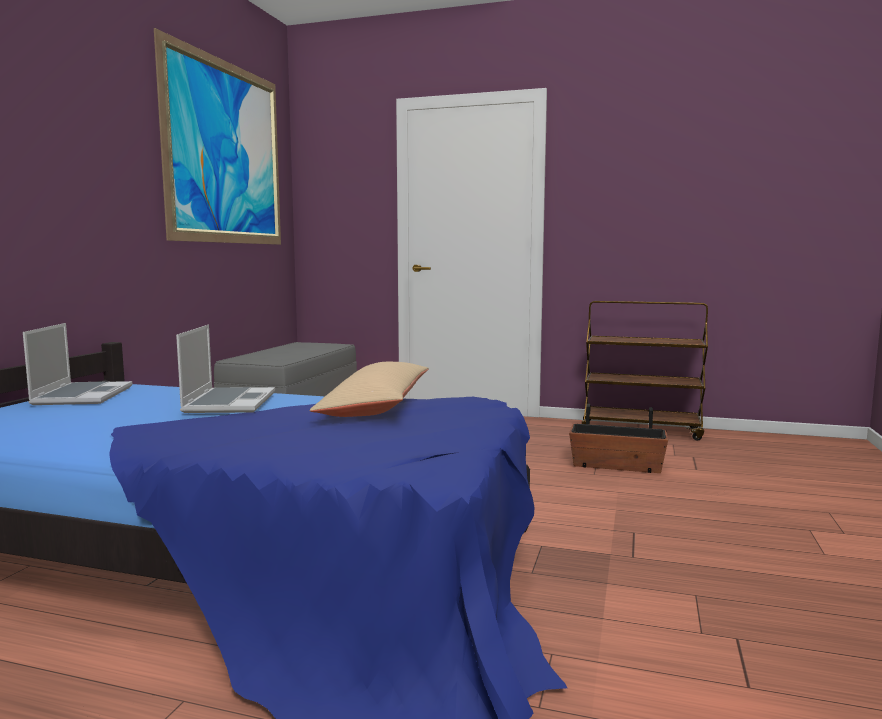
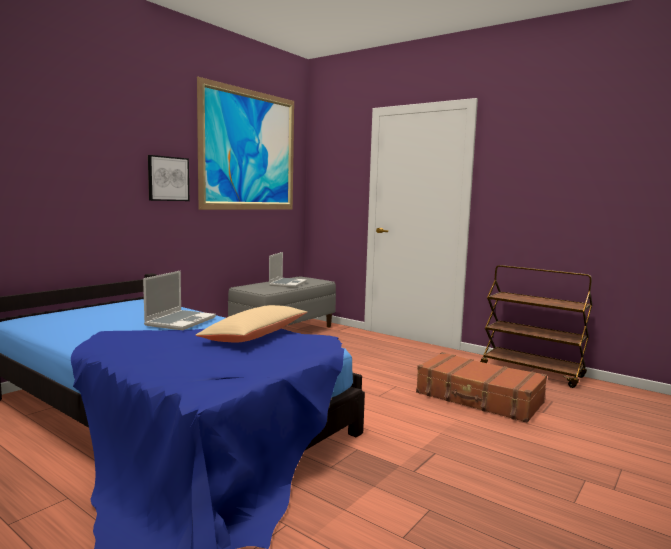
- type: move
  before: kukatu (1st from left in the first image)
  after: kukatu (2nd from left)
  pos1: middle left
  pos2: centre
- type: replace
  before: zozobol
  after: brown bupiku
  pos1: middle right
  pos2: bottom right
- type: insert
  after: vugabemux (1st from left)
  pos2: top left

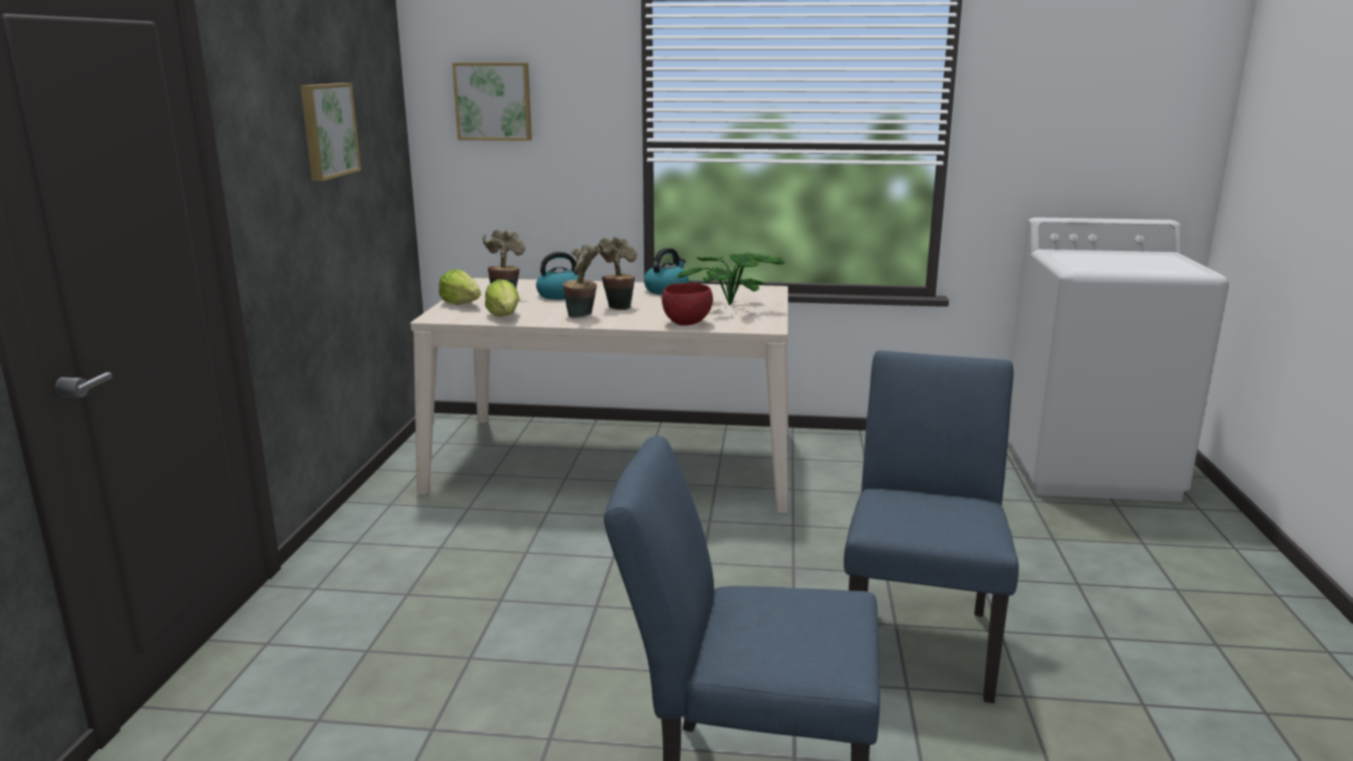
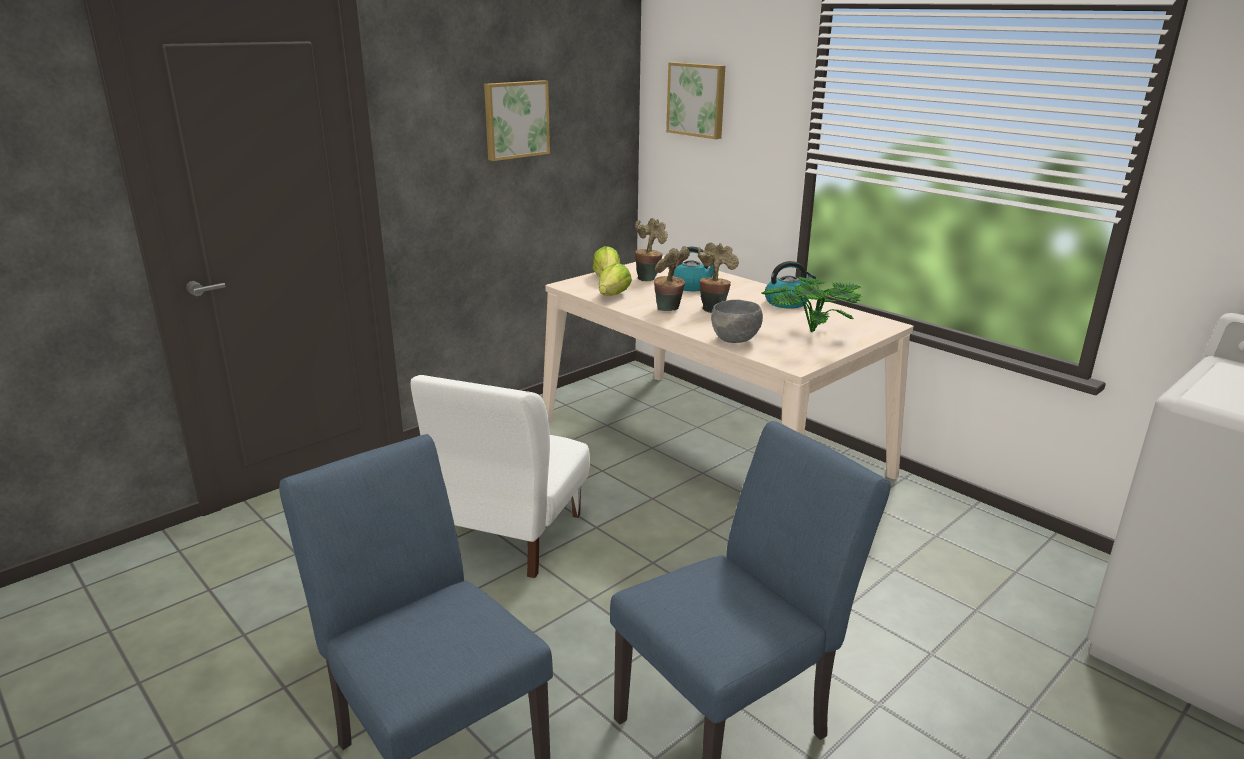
- type: recolor
  before: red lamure
  after: grey lamure
  pos1: centre
  pos2: centre
- type: insert
  after: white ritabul
  pos2: centre

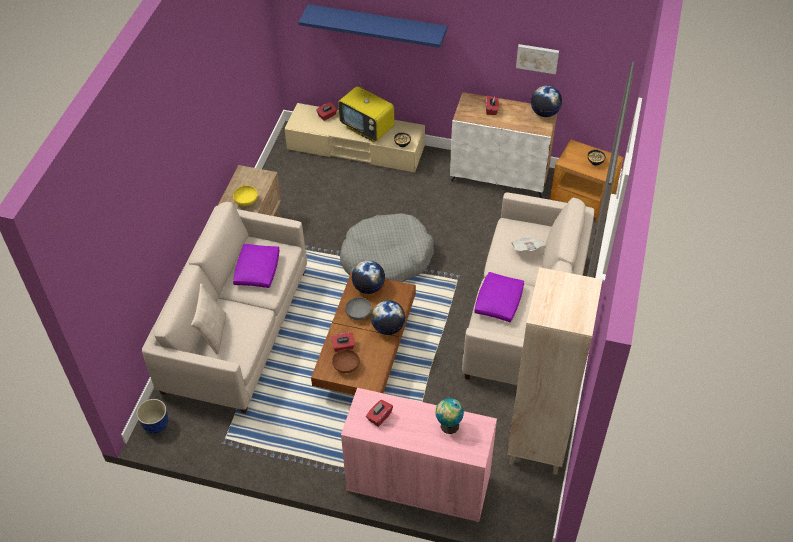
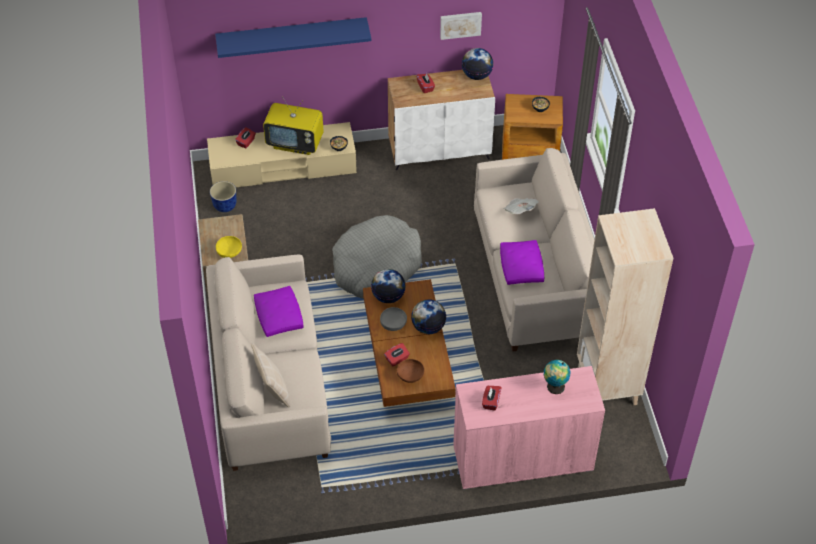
- type: move
  before: zozobol
  pos1: bottom left
  pos2: middle left

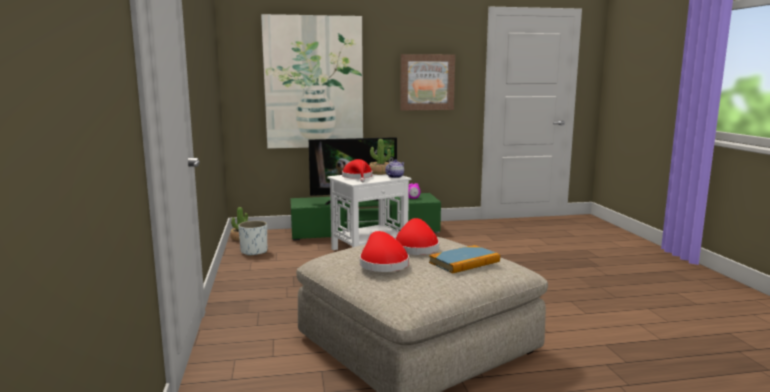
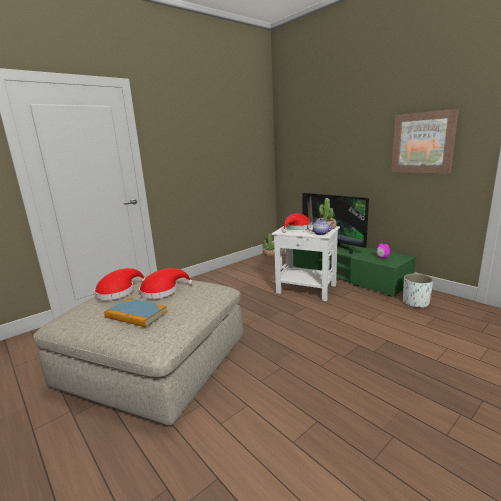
- type: delete
  before: vugabemux (1st from left)
  pos1: top centre
- type: move
  before: white zozobol
  pos1: middle left
  pos2: middle right

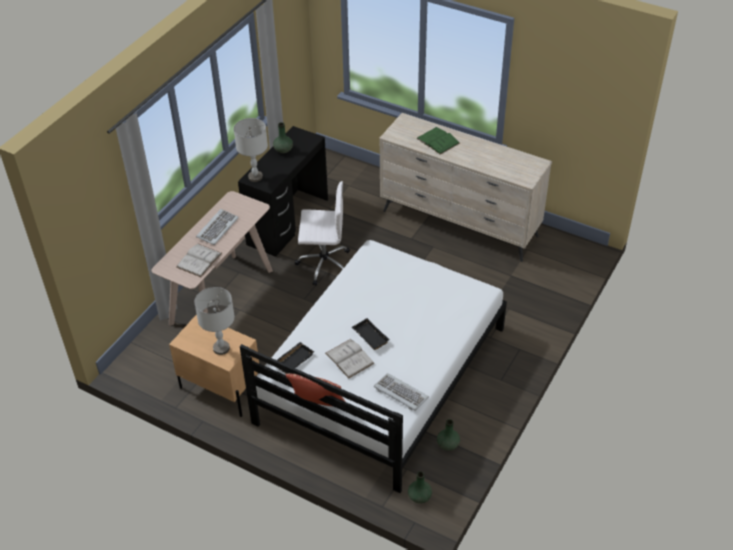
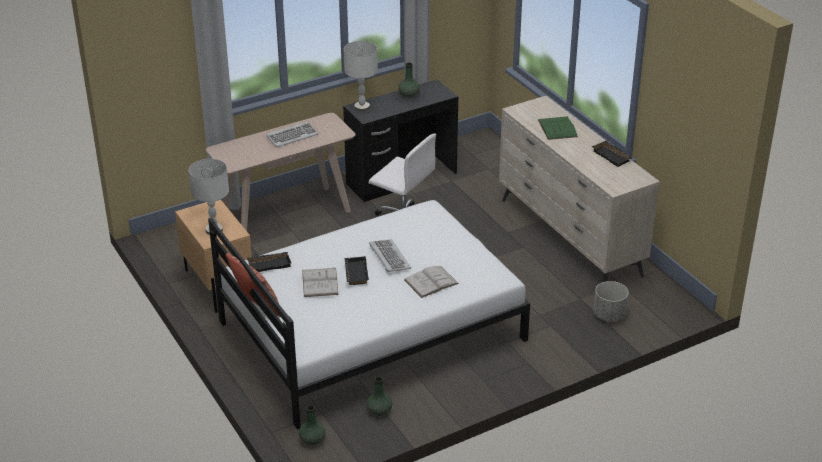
- type: move
  before: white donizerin (1st from left in the first image)
  after: white donizerin (2nd from left)
  pos1: middle left
  pos2: centre
- type: move
  before: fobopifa (2nd from left)
  pos1: bottom centre
  pos2: centre
- type: insert
  after: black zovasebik (3rd from left)
  pos2: middle right
- type: insert
  after: grey zozobol
  pos2: middle right

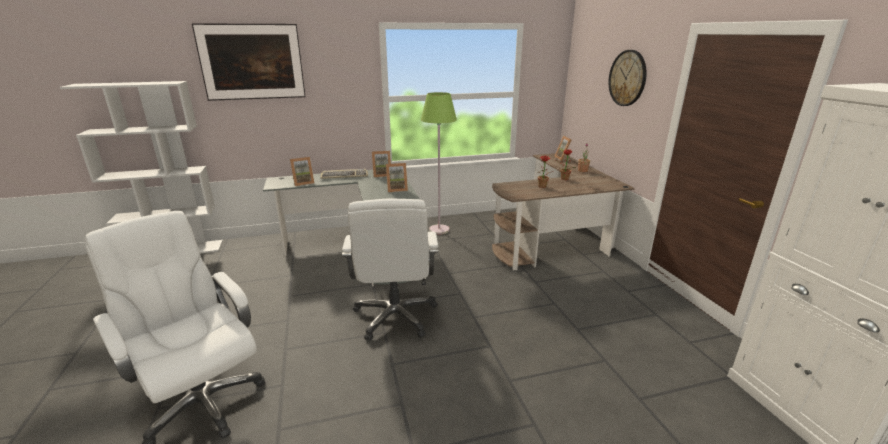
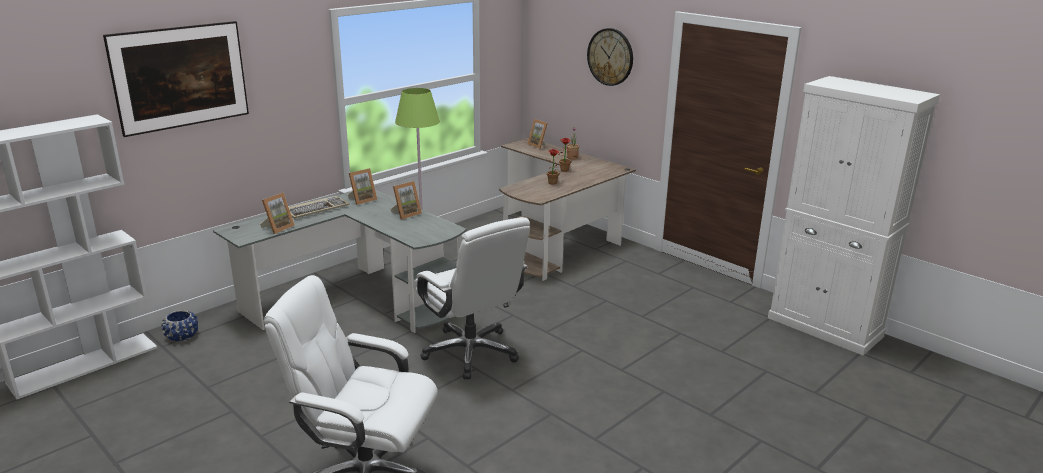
- type: insert
  after: blue zozobol
  pos2: bottom left

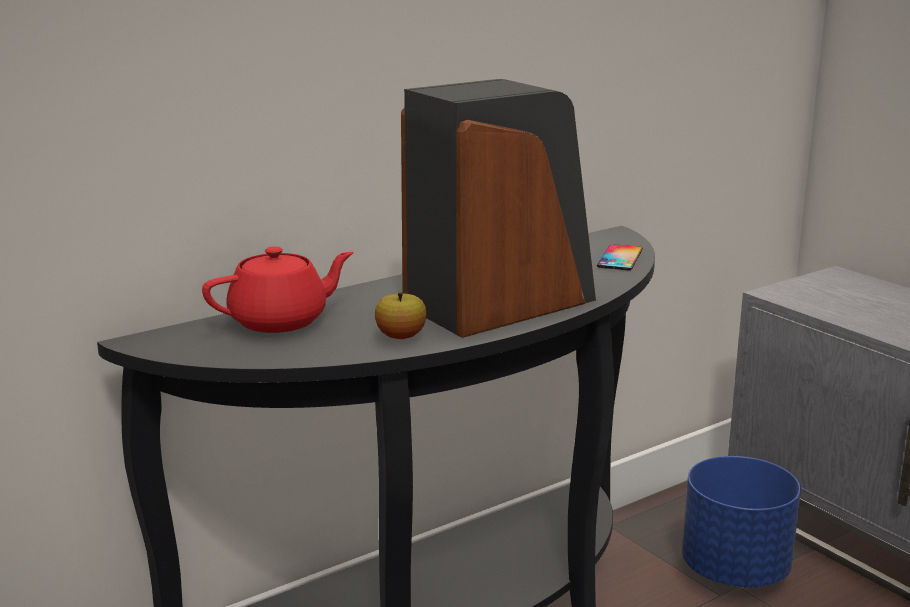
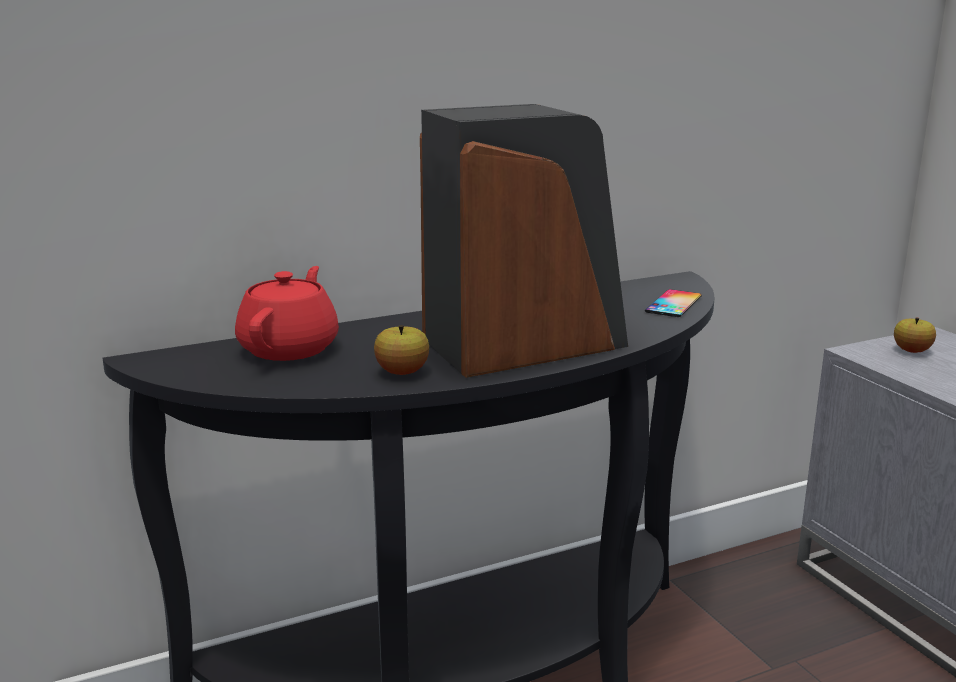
- type: rotate
  before: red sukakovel
  pos1: middle left
  pos2: middle left
  turn: -60
- type: delete
  before: blue zozobol
  pos1: bottom right
- type: insert
  after: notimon (2nd from left)
  pos2: middle right

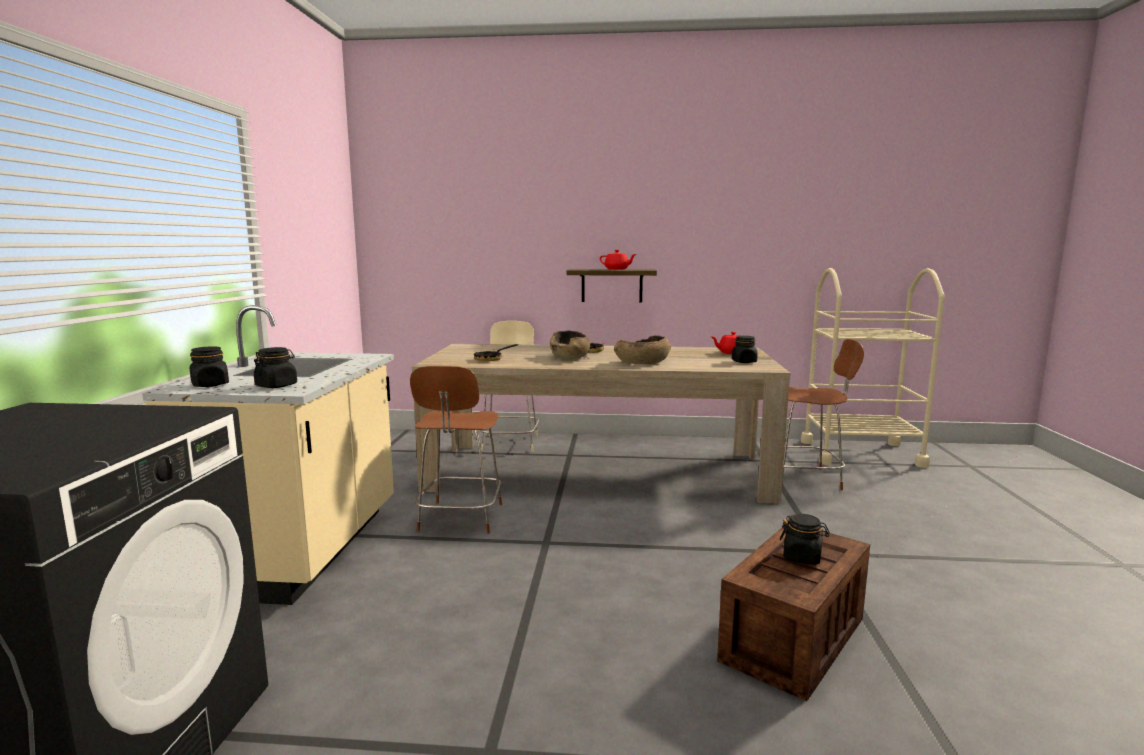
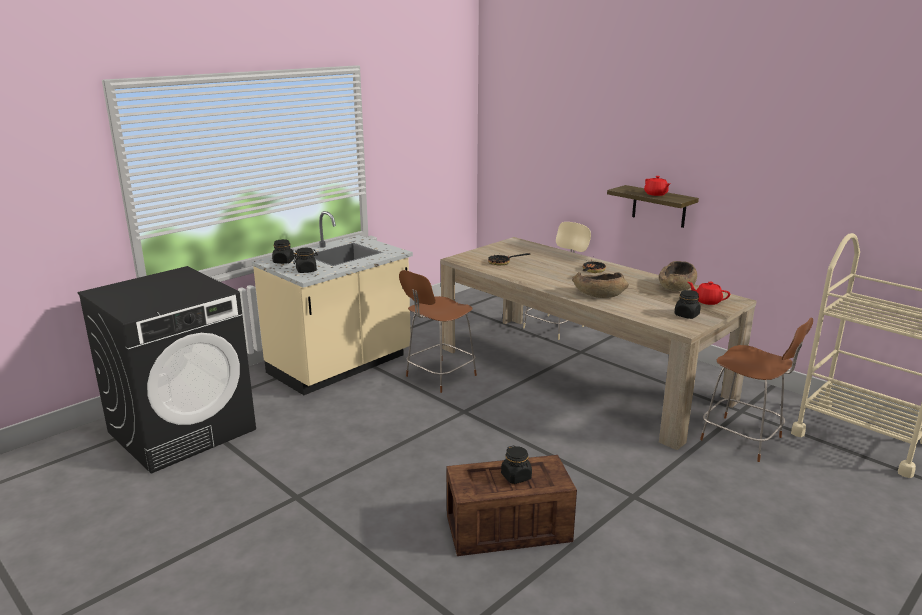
- type: move
  before: brown lamure (1st from left in the first image)
  after: brown lamure (2nd from left)
  pos1: centre
  pos2: middle right

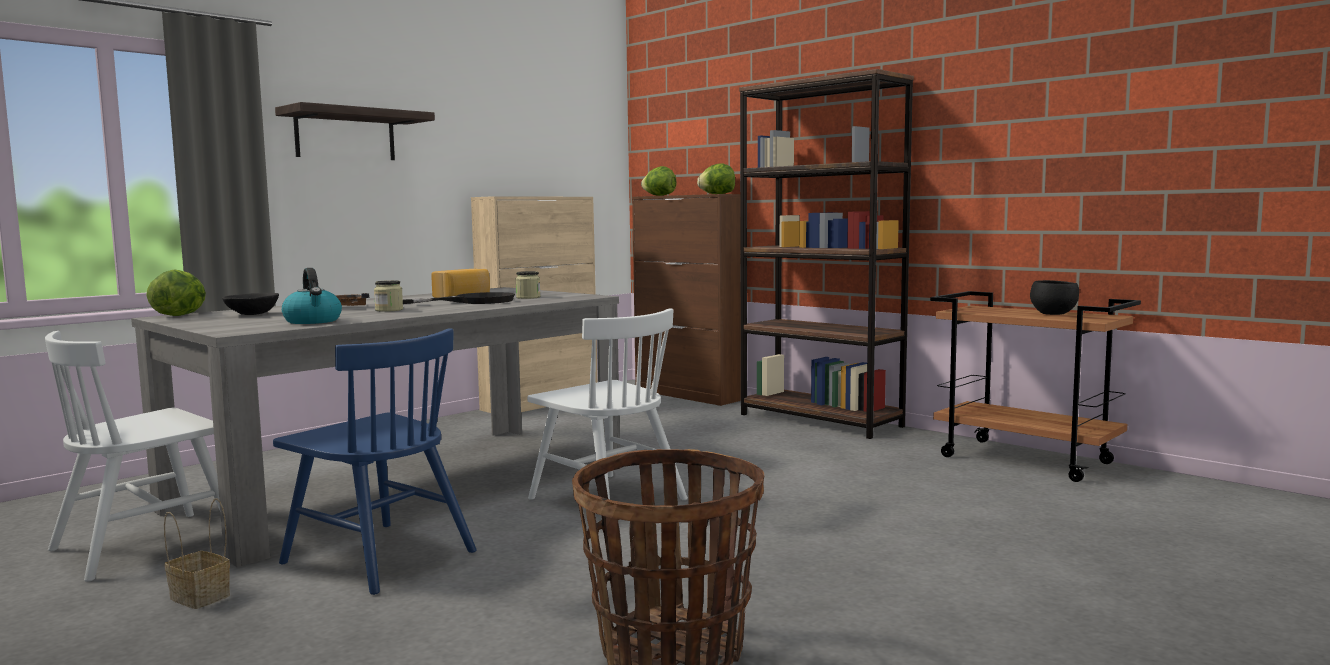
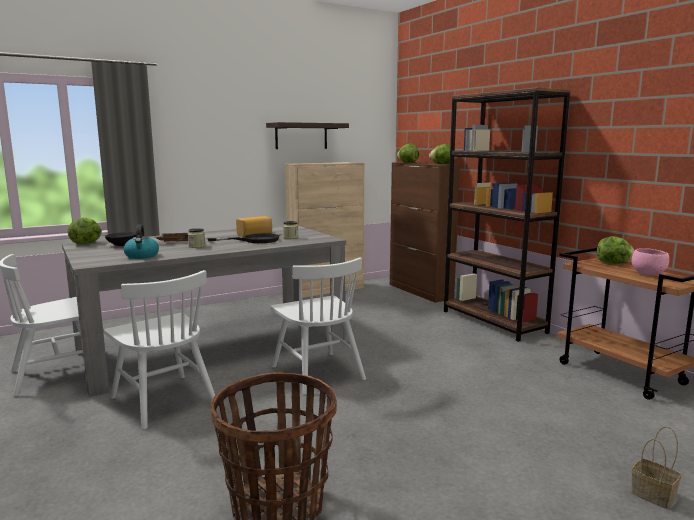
- type: move
  before: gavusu
  pos1: top left
  pos2: top centre
- type: recolor
  before: black lamure (2nd from left)
  after: pink lamure
  pos1: middle right
  pos2: middle right
- type: recolor
  before: blue ritabul
  after: white ritabul (2nd from left)
  pos1: bottom left
  pos2: bottom left
- type: move
  before: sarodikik (1st from left in the first image)
  after: sarodikik (2nd from left)
  pos1: bottom left
  pos2: bottom right
- type: insert
  after: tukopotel (4th from left)
  pos2: middle right

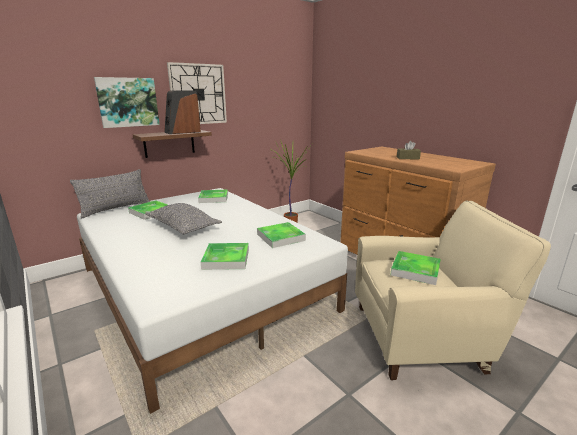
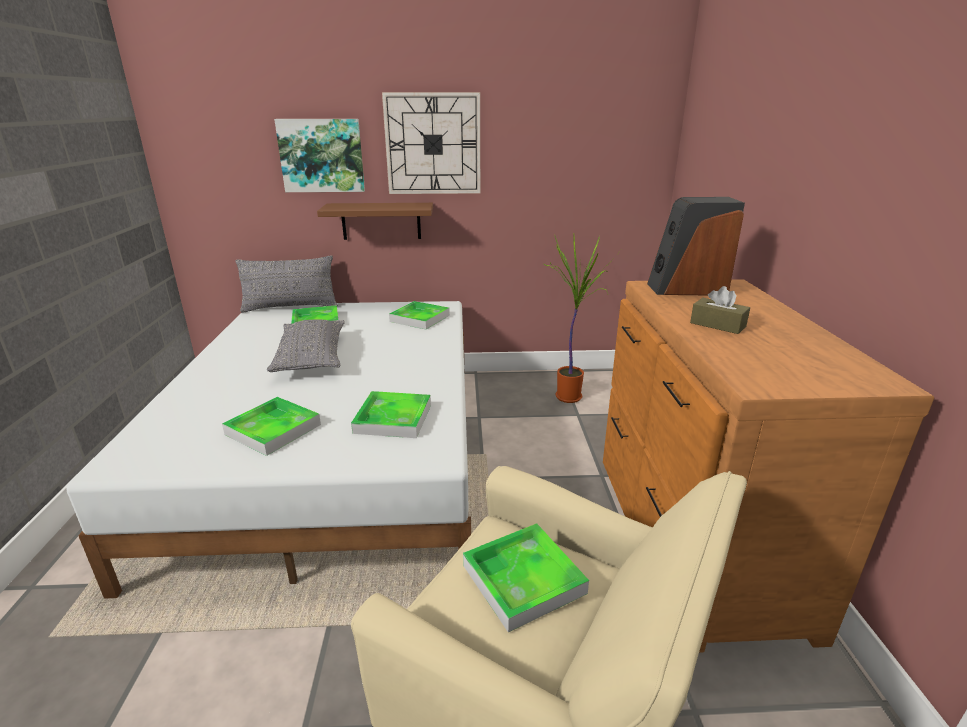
- type: move
  before: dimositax
  pos1: top left
  pos2: middle right

